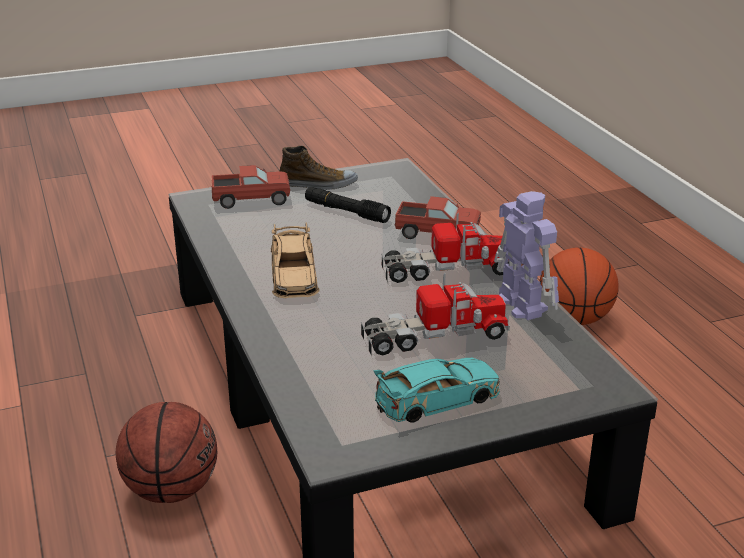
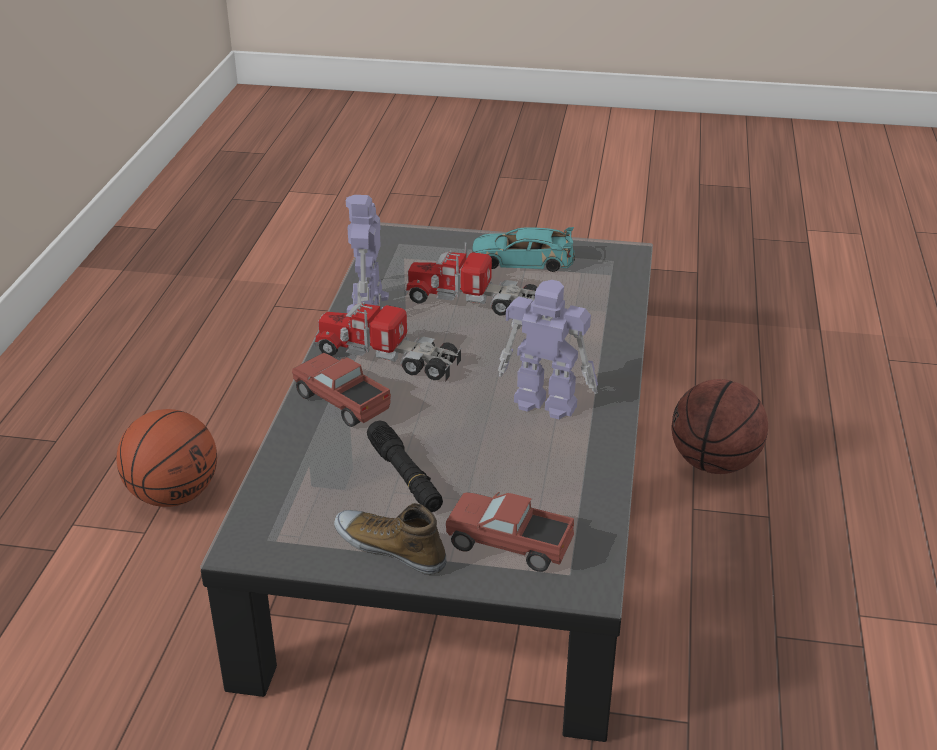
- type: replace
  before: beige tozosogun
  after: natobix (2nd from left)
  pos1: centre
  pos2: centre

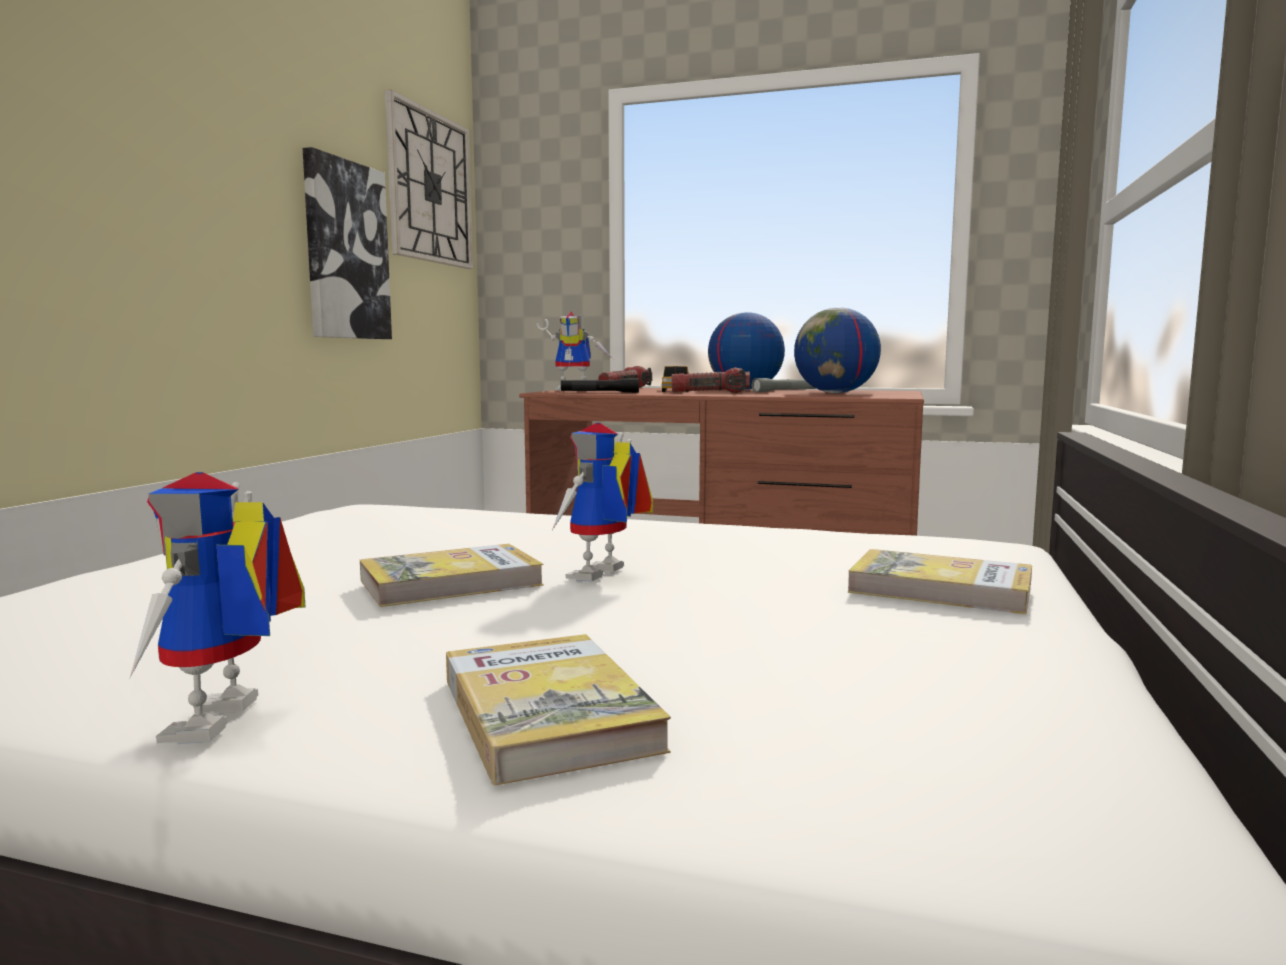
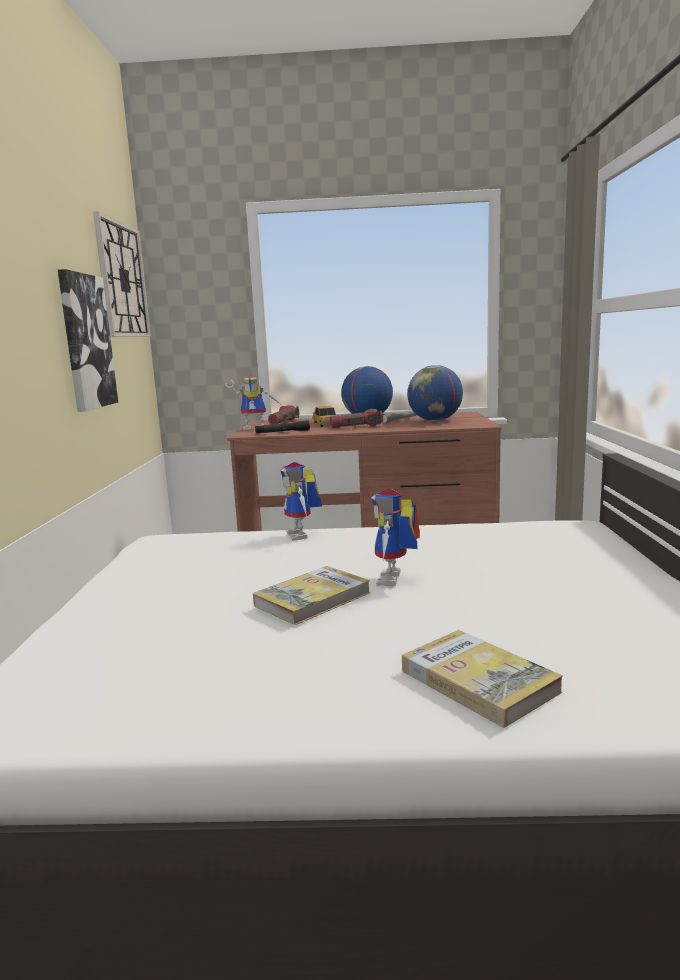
- type: move
  before: natobix (1st from left in the first image)
  after: natobix (2nd from left)
  pos1: middle left
  pos2: centre
- type: delete
  before: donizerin (3rd from left)
  pos1: middle right

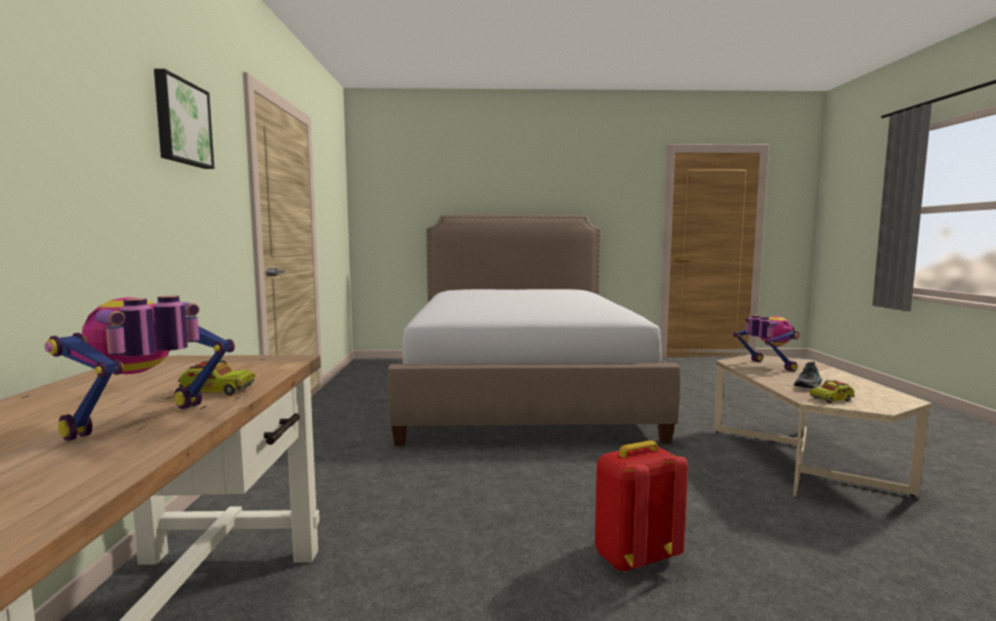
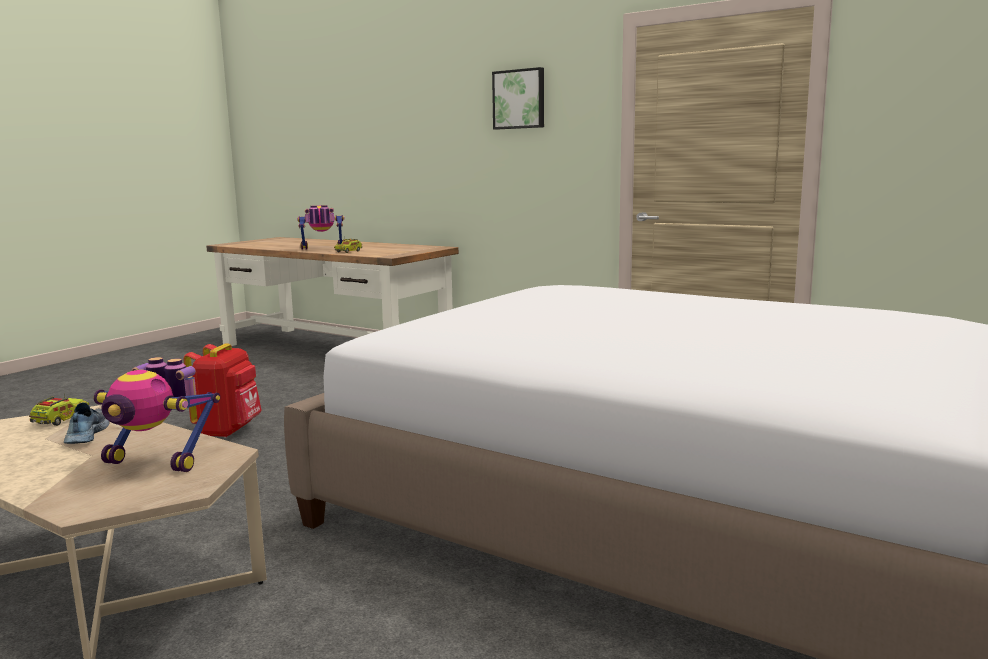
- type: rotate
  before: natobix (1st from left in the first image)
  pos1: middle left
  pos2: middle left
  turn: -75

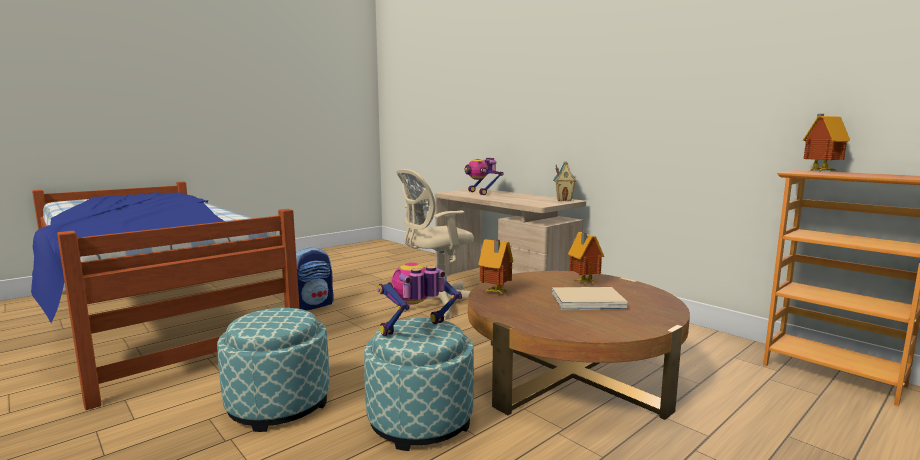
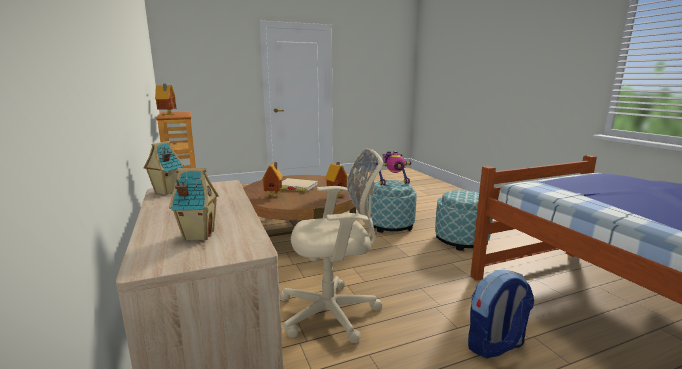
- type: replace
  before: natobix (2nd from left)
  after: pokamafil (3rd from left)
  pos1: centre
  pos2: middle left

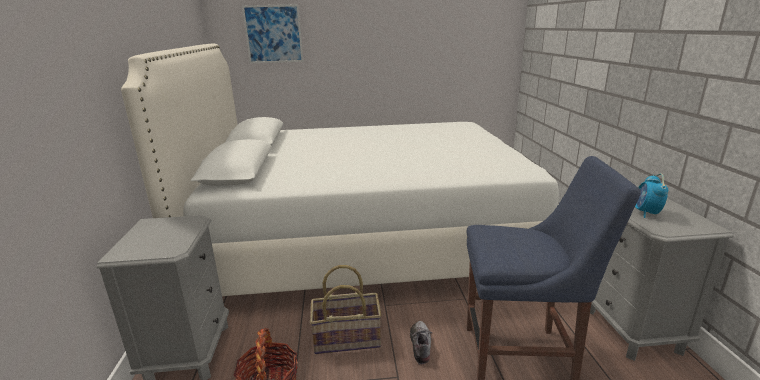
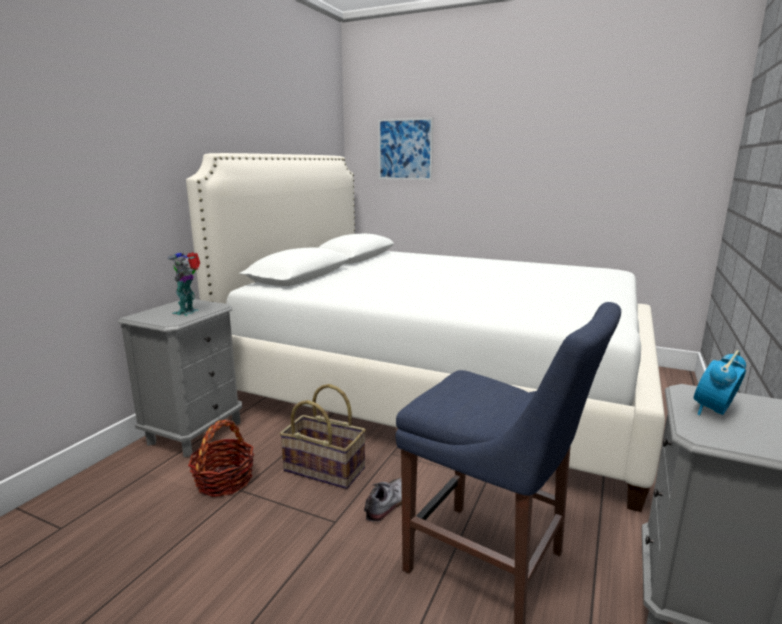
- type: insert
  after: natobix
  pos2: middle left

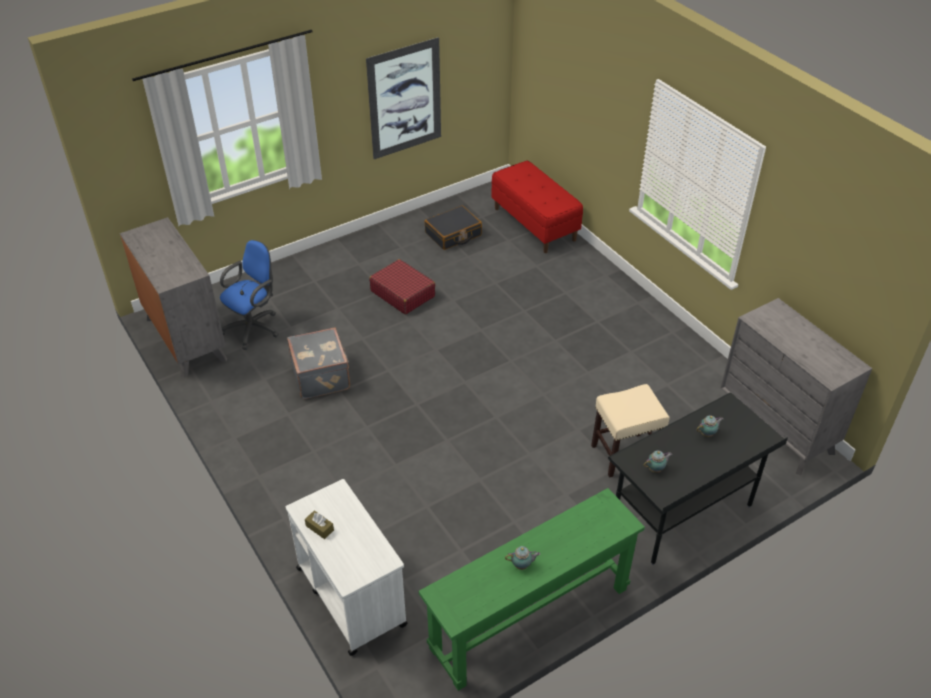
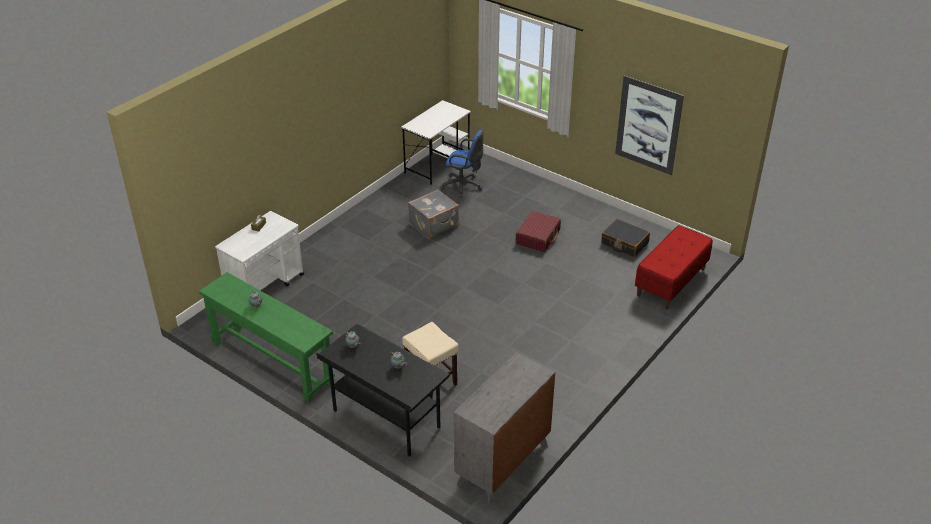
- type: replace
  before: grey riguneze (1st from left)
  after: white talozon
  pos1: middle left
  pos2: top centre

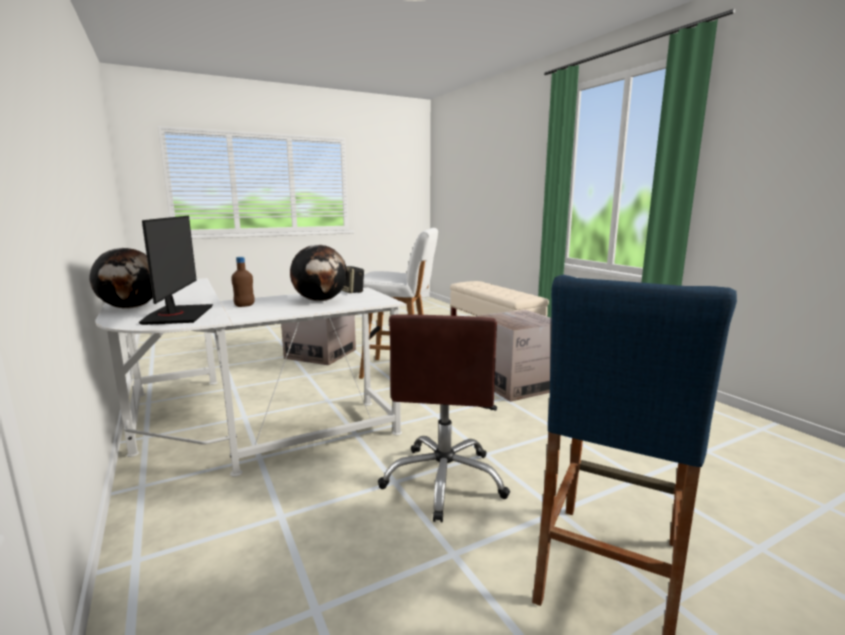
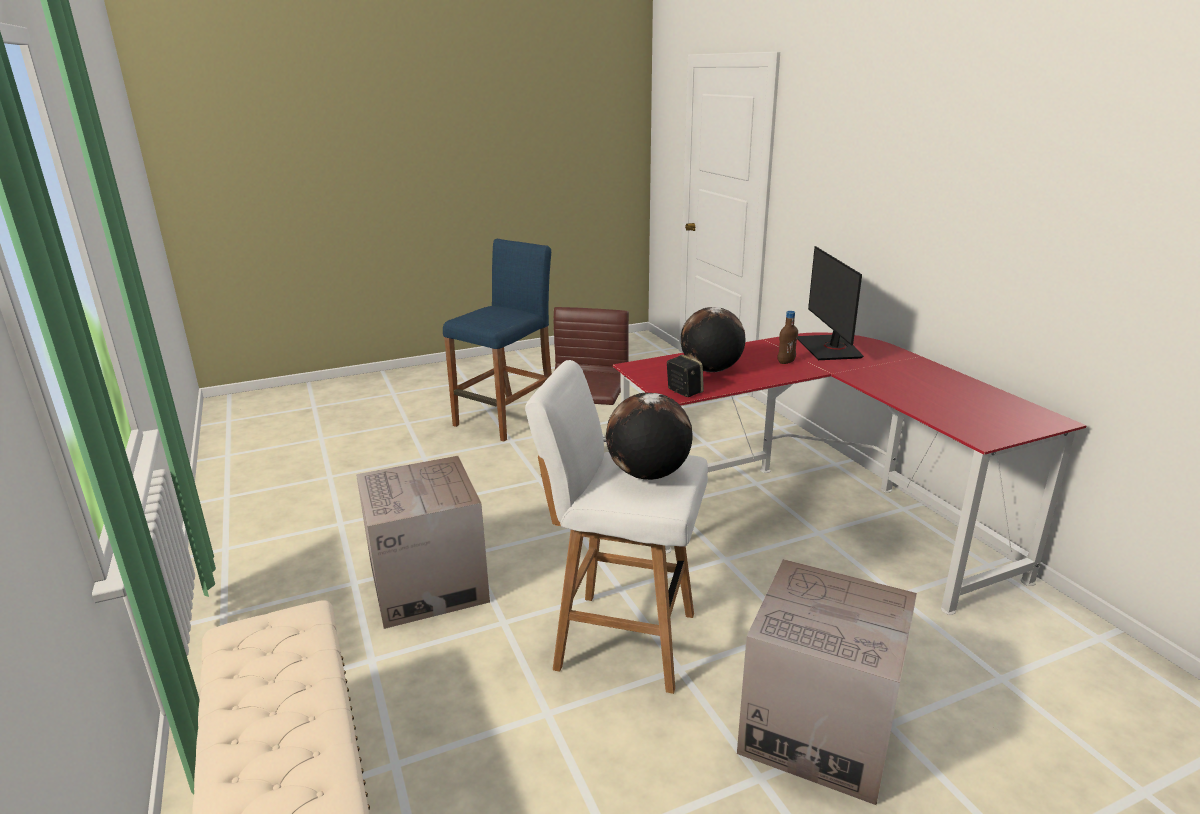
- type: move
  before: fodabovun (1st from left)
  pos1: middle left
  pos2: centre
- type: recolor
  before: white talozon
  after: red talozon
  pos1: middle left
  pos2: middle right

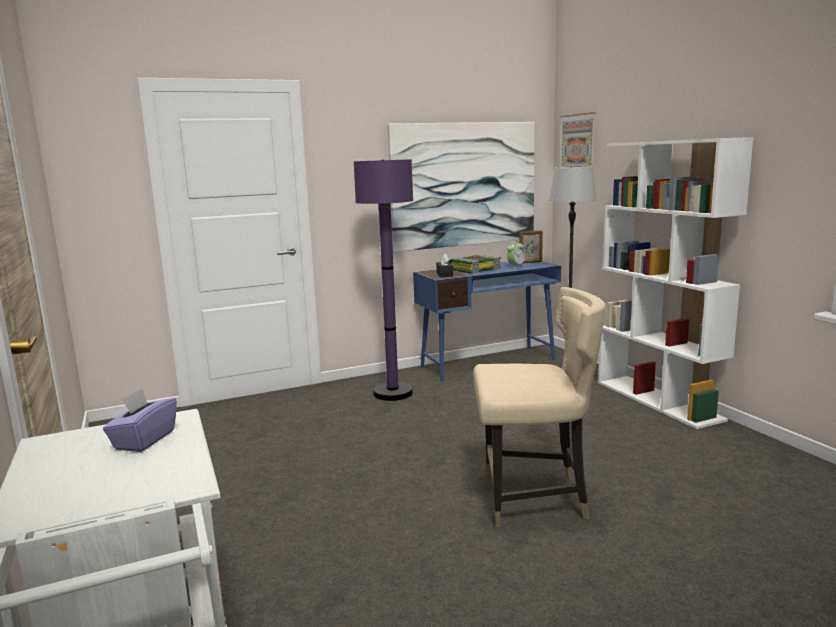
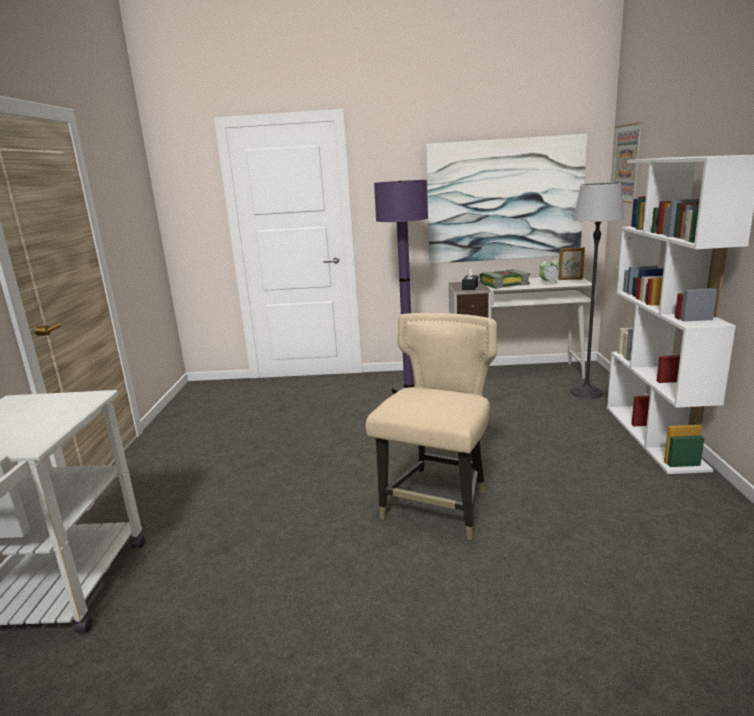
- type: recolor
  before: blue talozon
  after: white talozon
  pos1: centre
  pos2: middle right
- type: rotate
  before: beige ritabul
  pos1: centre
  pos2: centre
  turn: -90
- type: delete
  before: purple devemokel
  pos1: bottom left

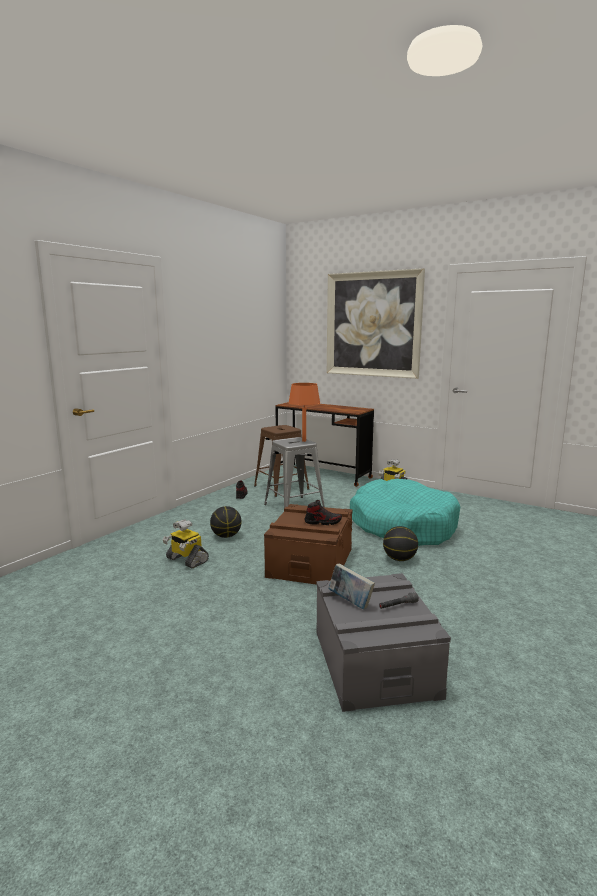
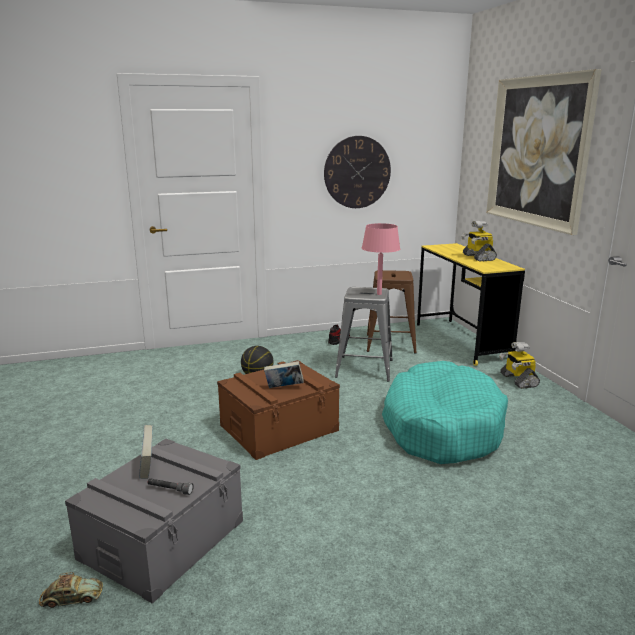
- type: recolor
  before: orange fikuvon
  after: pink fikuvon
  pos1: centre
  pos2: centre
- type: recolor
  before: brown talozon
  after: yellow talozon
  pos1: centre
  pos2: middle right
- type: replace
  before: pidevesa (2nd from left)
  after: donizerin (2nd from left)
  pos1: centre
  pos2: centre
- type: move
  before: natobix (1st from left)
  pos1: middle left
  pos2: middle right
- type: delete
  before: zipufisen (2nd from left)
  pos1: middle right
- type: insert
  after: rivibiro
  pos2: top centre
- type: insert
  after: tozosogun
  pos2: bottom left

